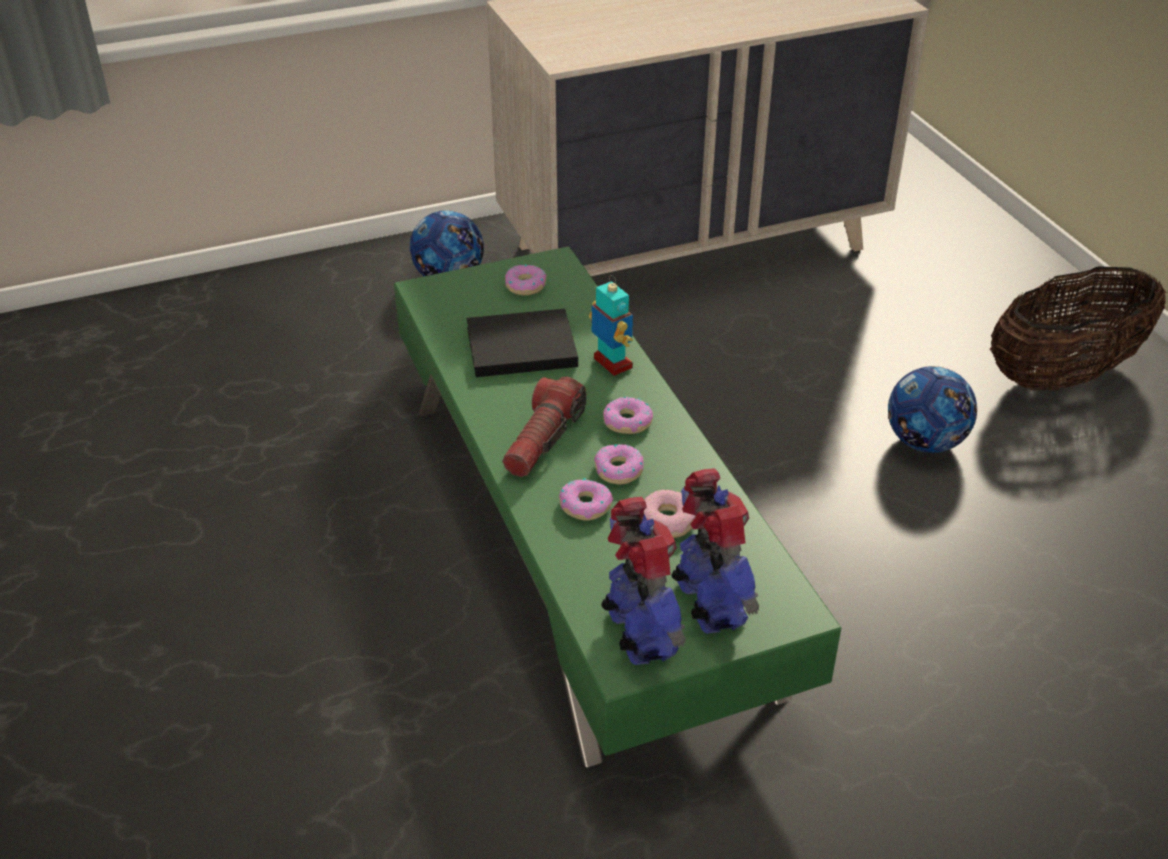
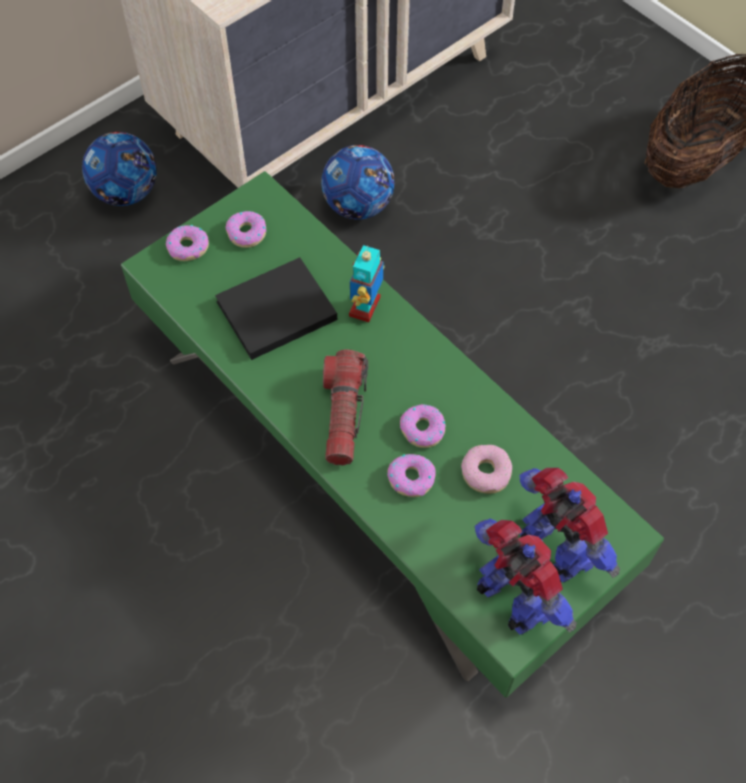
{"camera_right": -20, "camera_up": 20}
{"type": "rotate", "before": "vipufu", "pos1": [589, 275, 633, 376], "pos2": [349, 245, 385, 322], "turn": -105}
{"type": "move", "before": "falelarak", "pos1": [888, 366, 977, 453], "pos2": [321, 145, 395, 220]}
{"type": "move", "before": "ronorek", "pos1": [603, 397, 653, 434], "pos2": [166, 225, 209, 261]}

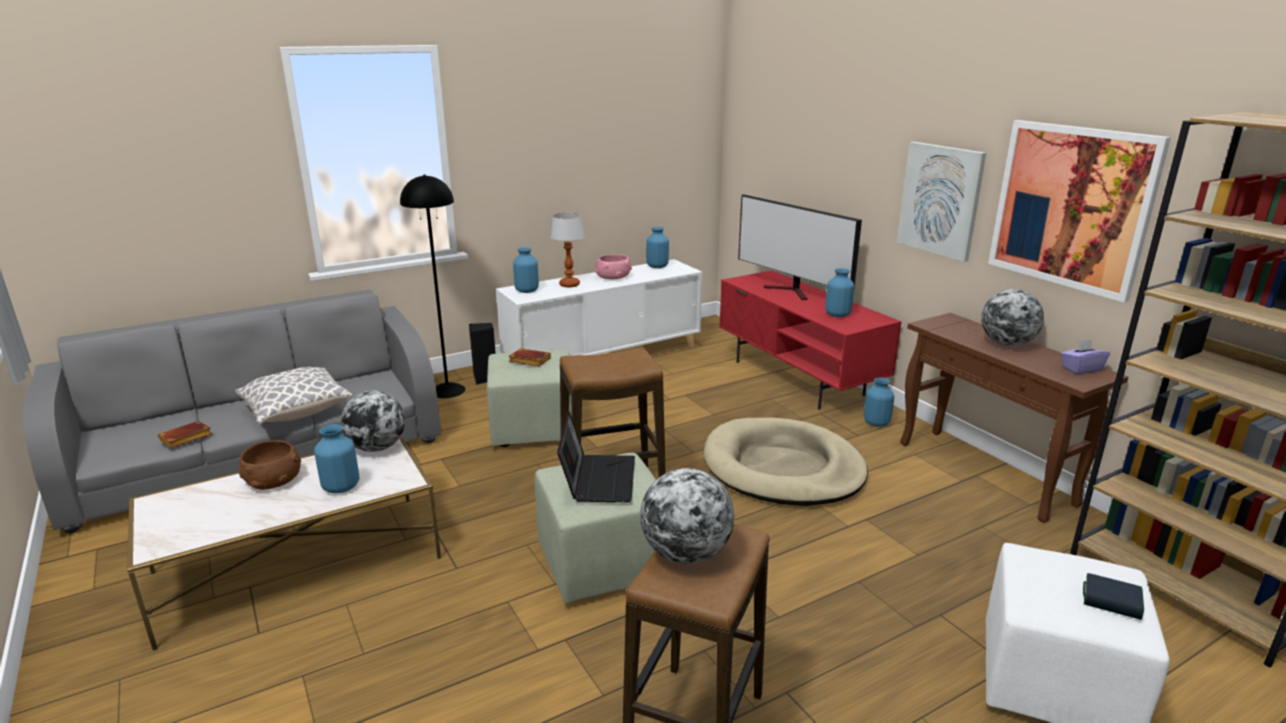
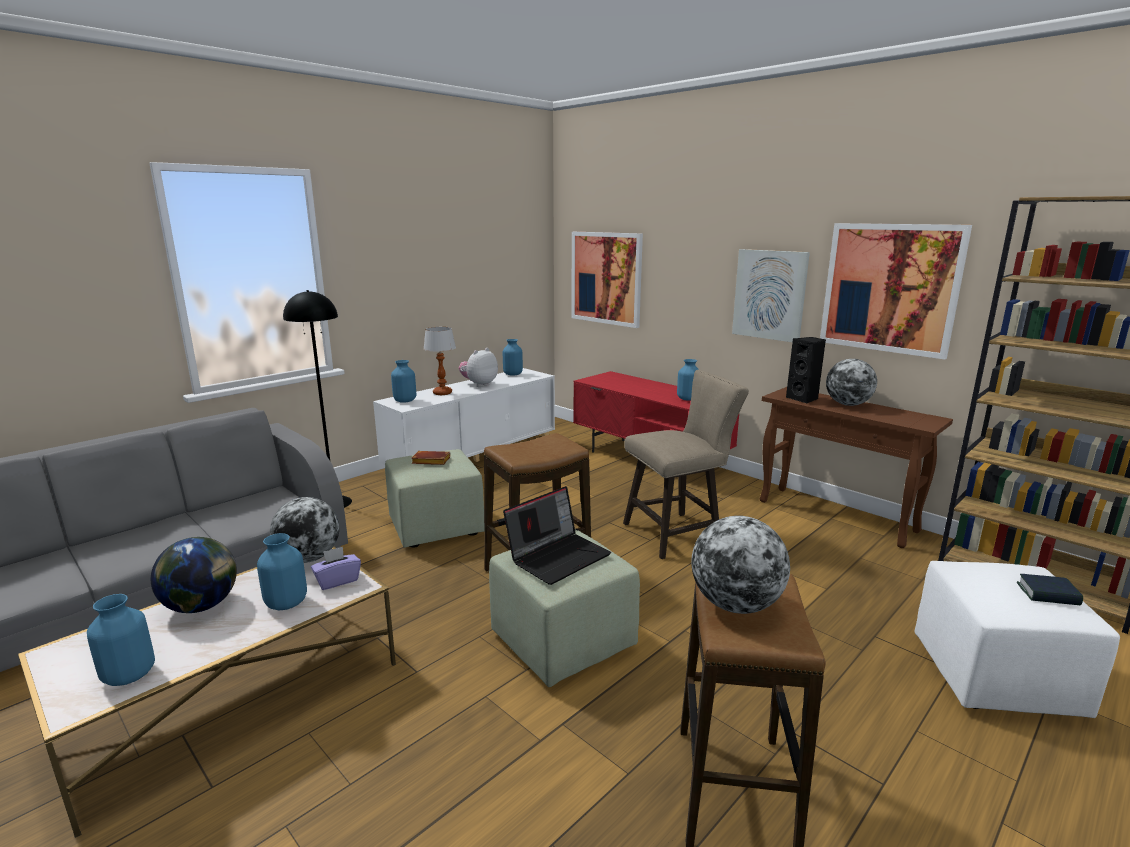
{"camera_right": -15, "camera_up": -5}
{"type": "delete", "before": "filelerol", "pos1": [738, 194, 862, 300]}
{"type": "replace", "before": "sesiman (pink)", "after": "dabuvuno", "pos1": [595, 254, 632, 279], "pos2": [459, 348, 498, 387]}
{"type": "move", "before": "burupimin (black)", "pos1": [469, 323, 496, 385], "pos2": [786, 337, 826, 403]}
{"type": "move", "before": "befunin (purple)", "pos1": [1061, 339, 1110, 374], "pos2": [311, 547, 361, 590]}
{"type": "delete", "before": "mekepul", "pos1": [235, 367, 353, 426]}
{"type": "move", "before": "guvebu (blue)", "pos1": [864, 377, 894, 427], "pos2": [87, 594, 155, 686]}
{"type": "rotate", "before": "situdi", "pos1": [557, 411, 635, 502], "pos2": [503, 486, 611, 585], "turn": 60}
{"type": "replace", "before": "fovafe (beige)", "after": "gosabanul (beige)", "pos1": [704, 417, 868, 506], "pos2": [623, 370, 749, 559]}
{"type": "delete", "before": "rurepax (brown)", "pos1": [158, 421, 212, 448]}
{"type": "replace", "before": "sesiman (brown)", "after": "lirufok", "pos1": [238, 440, 301, 490], "pos2": [151, 537, 237, 613]}
{"type": "insert", "after": "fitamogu", "pos2": [571, 232, 643, 328]}

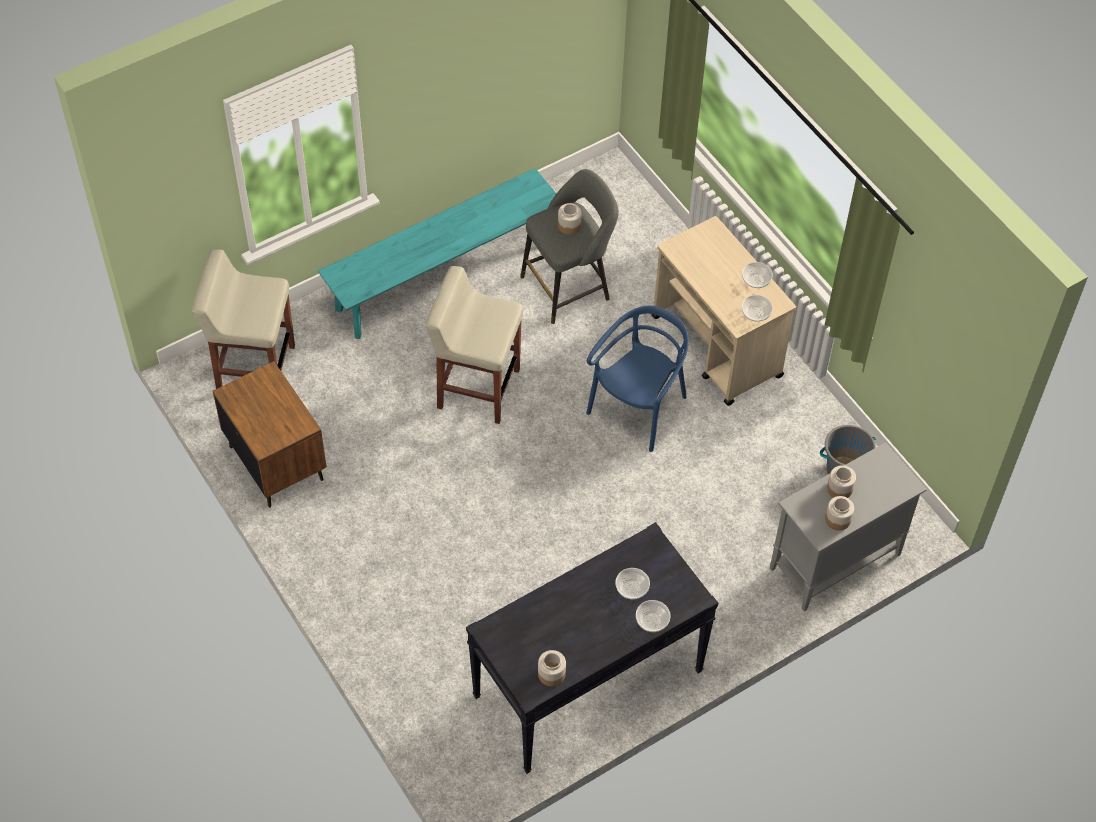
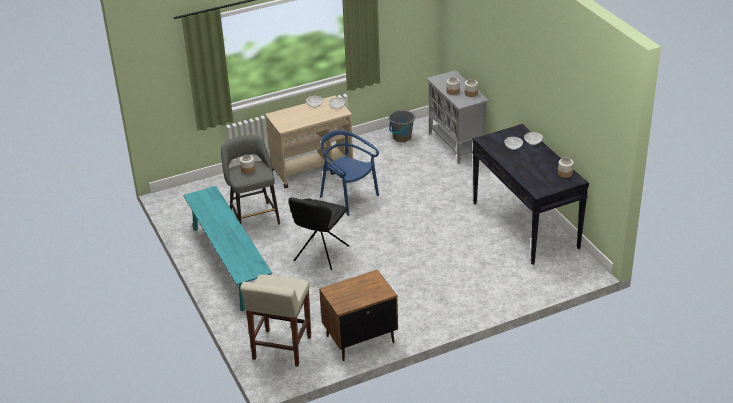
{"camera_right": -80, "camera_up": -20}
{"type": "replace", "before": "gosabanul (beige)", "after": "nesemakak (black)", "pos1": [425, 266, 523, 424], "pos2": [288, 197, 349, 270]}

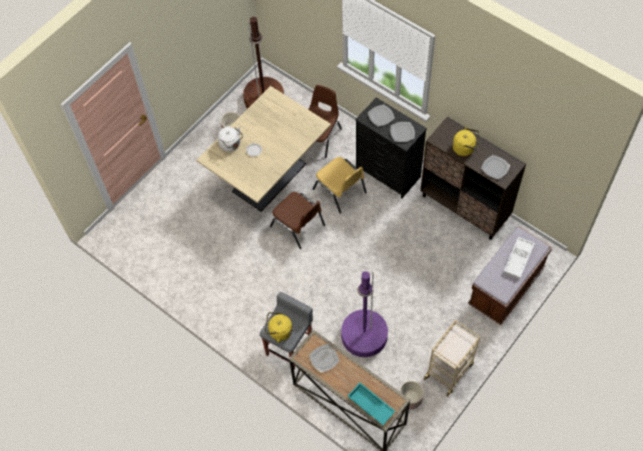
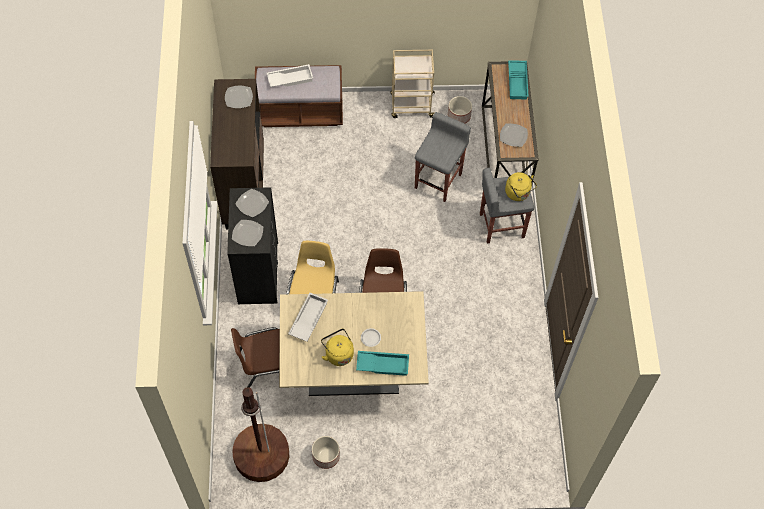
{"camera_right": -135, "camera_up": 0}
{"type": "replace", "before": "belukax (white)", "after": "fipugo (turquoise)", "pos1": [218, 127, 243, 152], "pos2": [356, 351, 409, 376]}
{"type": "move", "before": "belukax (yellow)", "pos1": [452, 127, 479, 156], "pos2": [321, 329, 354, 366]}
{"type": "replace", "before": "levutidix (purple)", "after": "gosabanul (grey)", "pos1": [341, 271, 388, 357], "pos2": [415, 112, 471, 202]}
{"type": "insert", "after": "fipugo (white)", "pos2": [288, 292, 328, 342]}

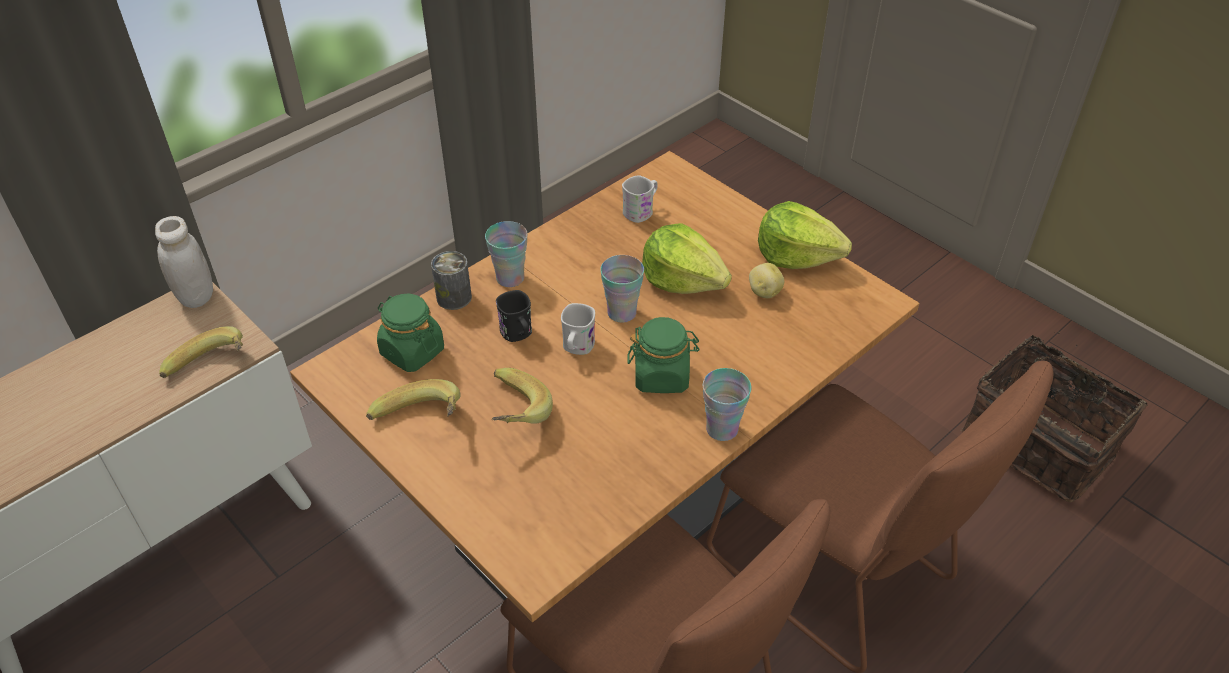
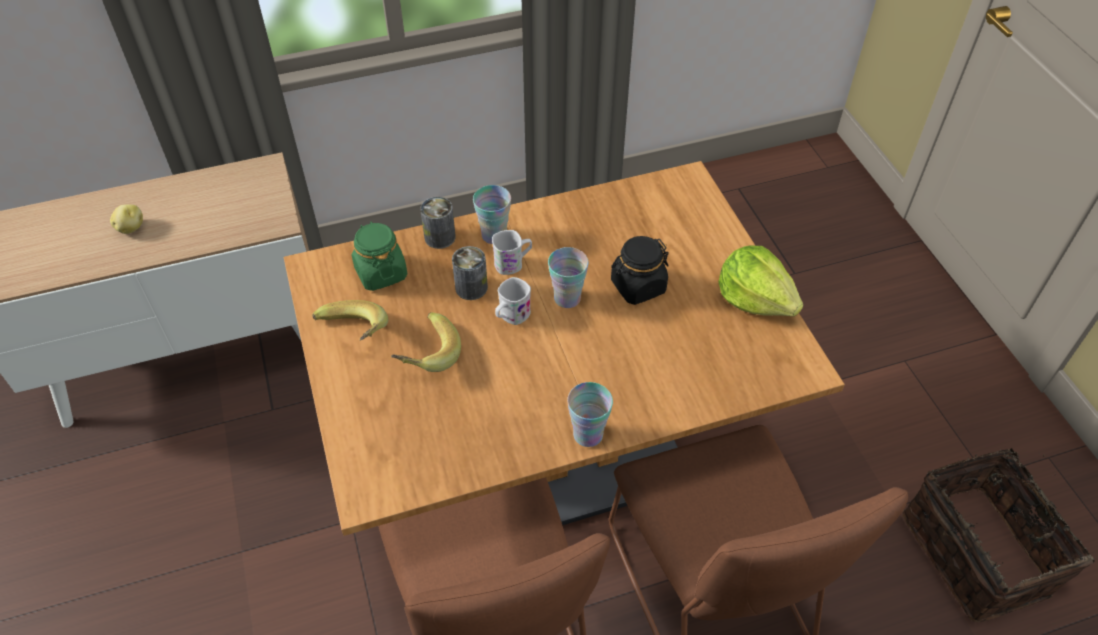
{"camera_right": 25, "camera_up": 5}
{"type": "move", "before": "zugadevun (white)", "pos1": [622, 175, 658, 223], "pos2": [492, 230, 532, 275]}
{"type": "delete", "before": "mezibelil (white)", "pos1": [155, 216, 213, 308]}
{"type": "replace", "before": "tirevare", "after": "mezibelil (black)", "pos1": [642, 223, 732, 294], "pos2": [611, 236, 669, 305]}
{"type": "move", "before": "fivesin", "pos1": [749, 263, 784, 298], "pos2": [110, 205, 143, 234]}
{"type": "replace", "before": "zugadevun (black)", "after": "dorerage", "pos1": [496, 290, 532, 342], "pos2": [452, 246, 488, 300]}
{"type": "delete", "before": "mezibelil (green)", "pos1": [628, 317, 700, 393]}
{"type": "delete", "before": "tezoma", "pos1": [159, 326, 243, 378]}

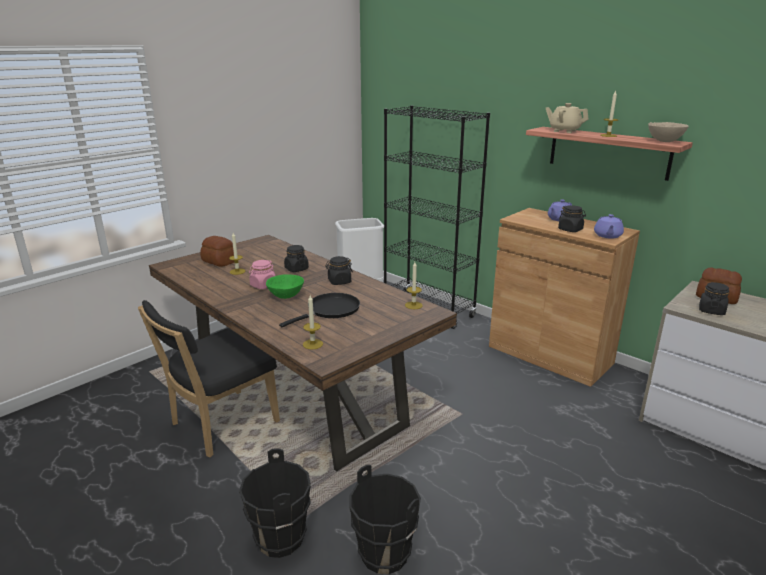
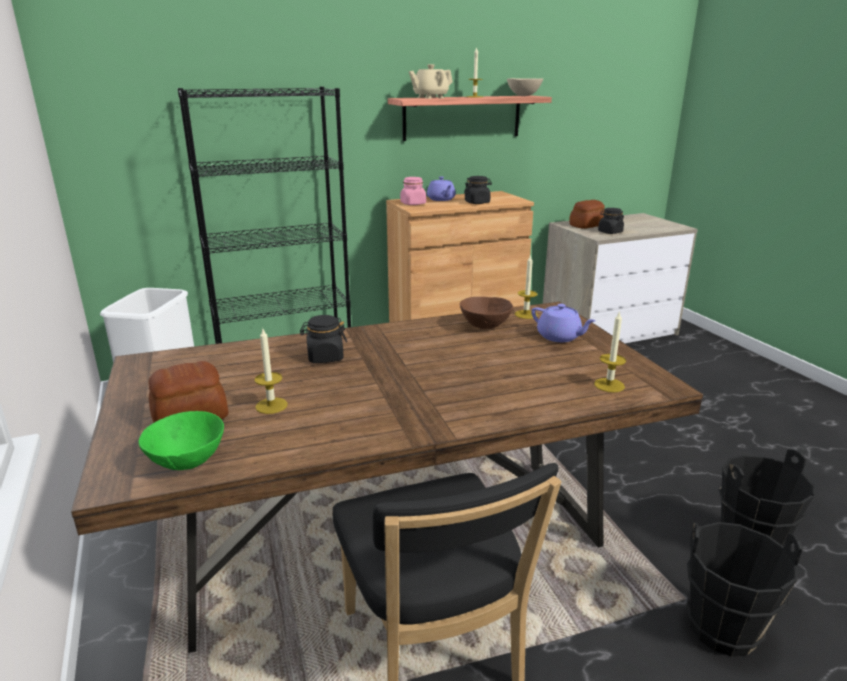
{"camera_right": -65, "camera_up": 0}
{"type": "move", "before": "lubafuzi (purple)", "pos1": [594, 214, 624, 239], "pos2": [531, 304, 596, 342]}
{"type": "delete", "before": "mezibelil (black)", "pos1": [325, 256, 353, 285]}
{"type": "move", "before": "mezibelil (pink)", "pos1": [249, 260, 275, 289], "pos2": [400, 177, 426, 205]}
{"type": "move", "before": "sesiman (green)", "pos1": [266, 274, 304, 299], "pos2": [138, 411, 224, 470]}
{"type": "delete", "before": "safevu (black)", "pos1": [279, 293, 360, 327]}
{"type": "insert", "after": "sesiman (brown)", "pos2": [460, 297, 513, 329]}

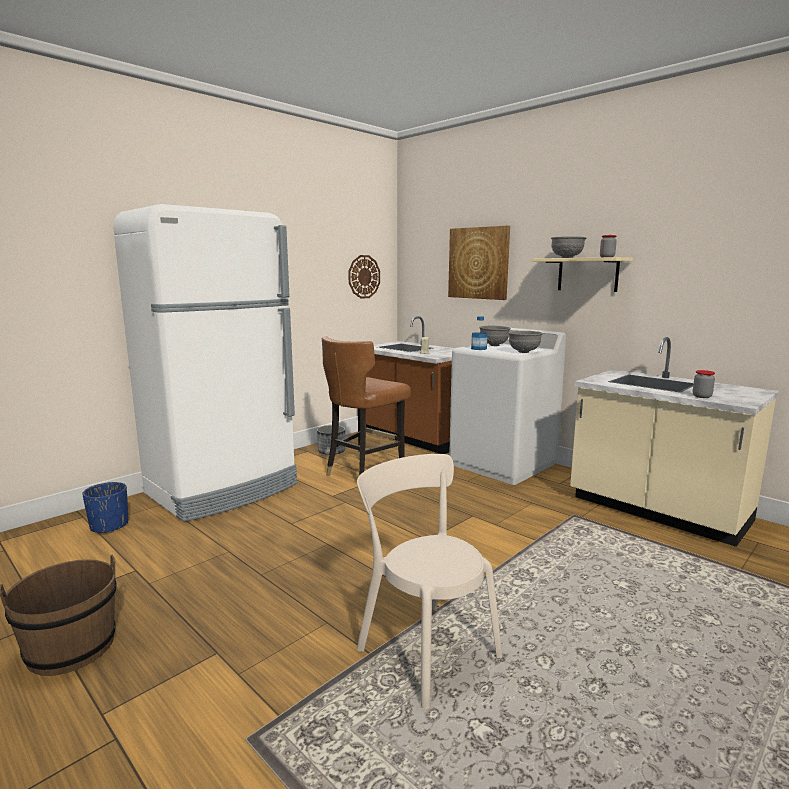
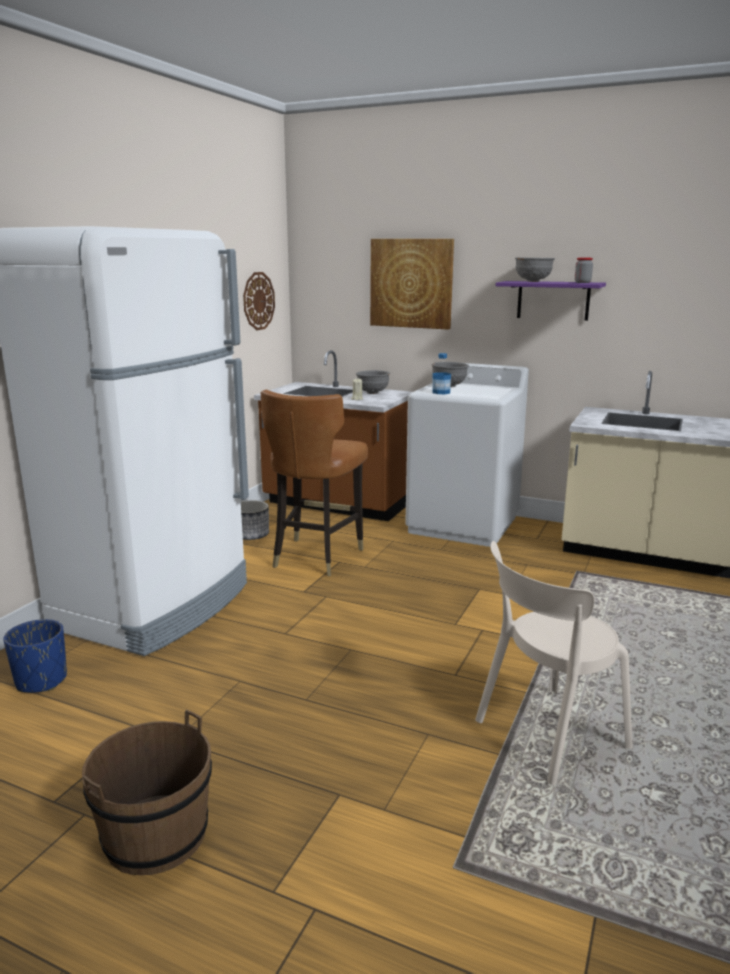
{"camera_right": -20, "camera_up": 5}
{"type": "recolor", "before": "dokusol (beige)", "after": "dokusol (purple)", "pos1": [531, 257, 633, 292], "pos2": [496, 281, 606, 321]}
{"type": "move", "before": "sesiman (grey)", "pos1": [508, 331, 543, 353], "pos2": [356, 370, 390, 394]}
{"type": "delete", "before": "mezibelil", "pos1": [693, 370, 715, 398]}
{"type": "rotate", "before": "nesemakak (beige)", "pos1": [357, 454, 503, 709], "pos2": [475, 541, 633, 785], "turn": -60}

